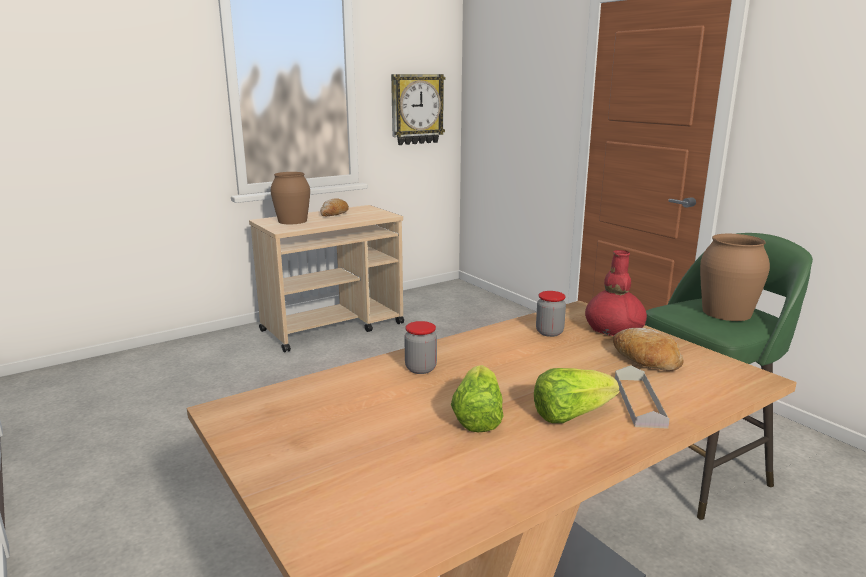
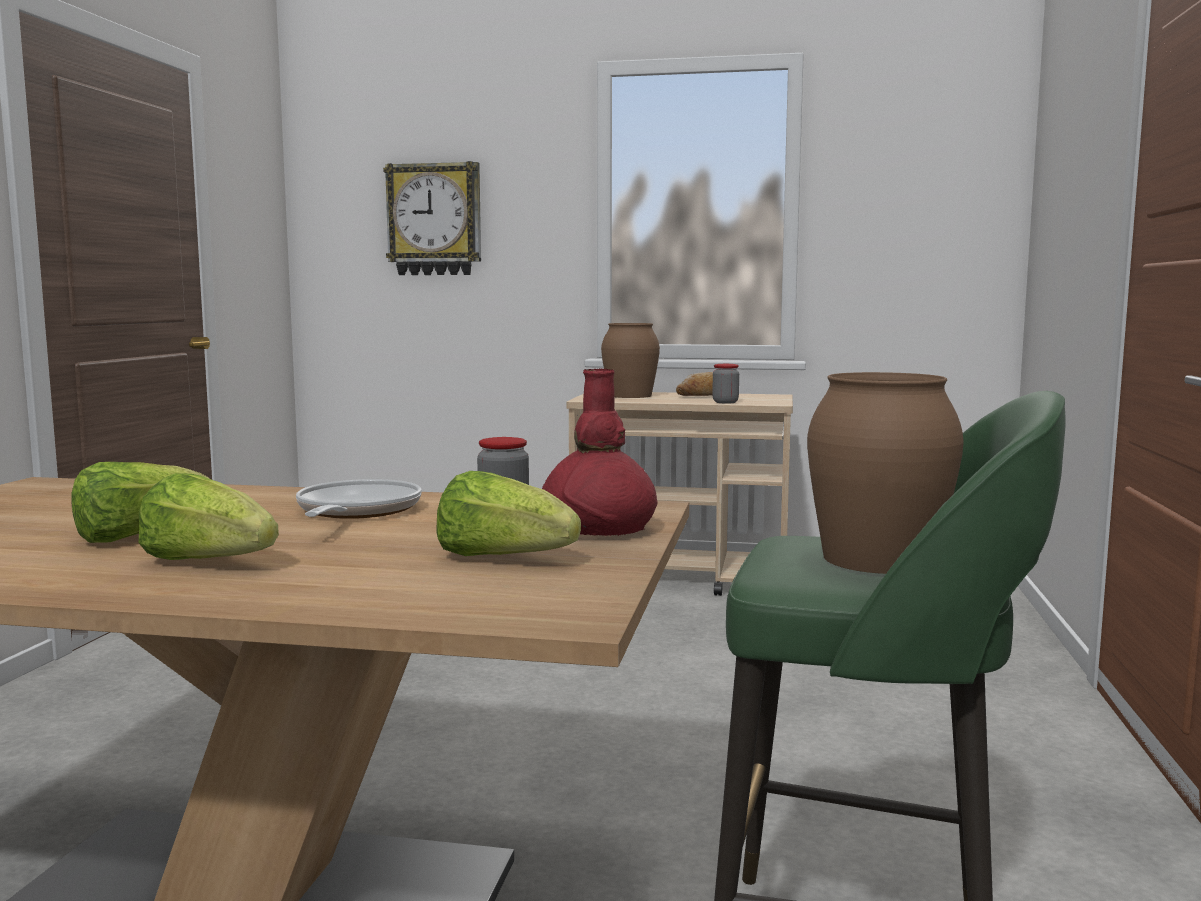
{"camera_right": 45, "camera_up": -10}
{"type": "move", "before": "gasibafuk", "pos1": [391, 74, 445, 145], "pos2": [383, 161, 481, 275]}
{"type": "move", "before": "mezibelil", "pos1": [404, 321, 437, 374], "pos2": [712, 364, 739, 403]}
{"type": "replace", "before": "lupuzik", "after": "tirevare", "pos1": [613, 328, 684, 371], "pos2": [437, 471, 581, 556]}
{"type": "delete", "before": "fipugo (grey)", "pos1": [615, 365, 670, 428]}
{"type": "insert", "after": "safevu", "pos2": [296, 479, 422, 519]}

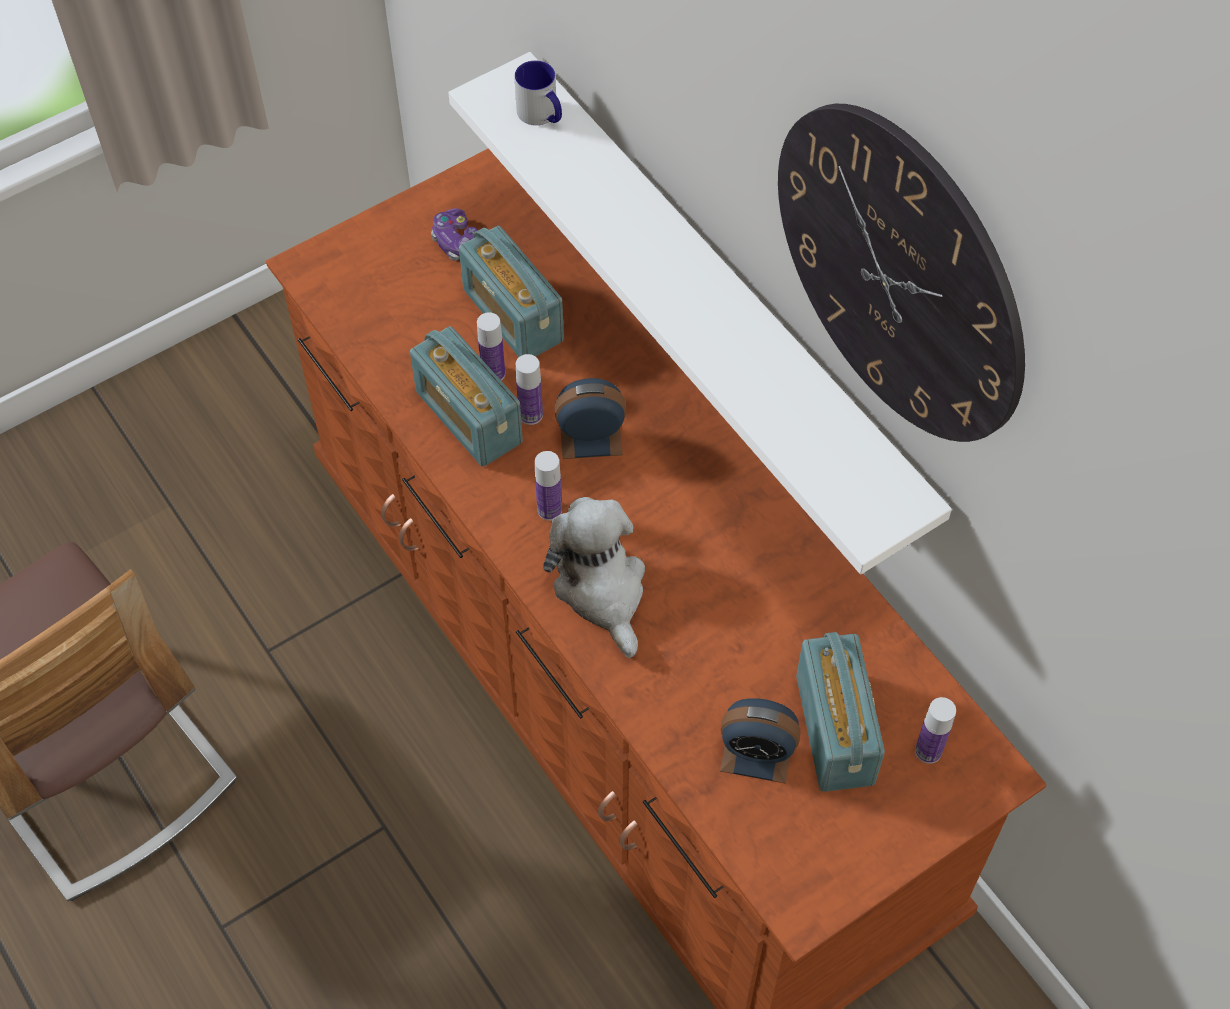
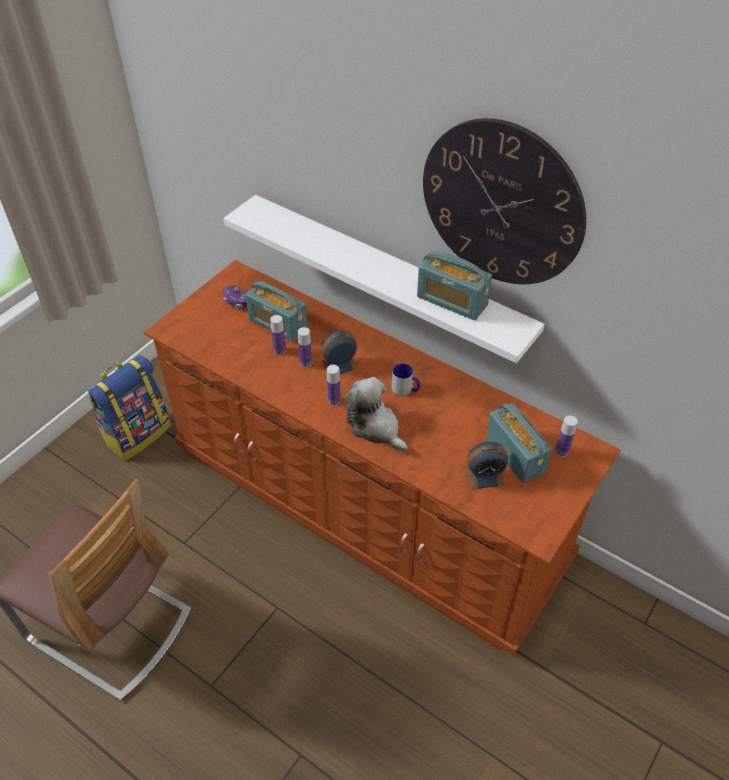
{"camera_right": -20, "camera_up": -10}
{"type": "move", "before": "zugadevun", "pos1": [514, 61, 562, 125], "pos2": [392, 363, 420, 396]}
{"type": "move", "before": "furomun", "pos1": [410, 326, 523, 467], "pos2": [417, 251, 492, 320]}
{"type": "insert", "after": "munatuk", "pos2": [88, 355, 171, 461]}

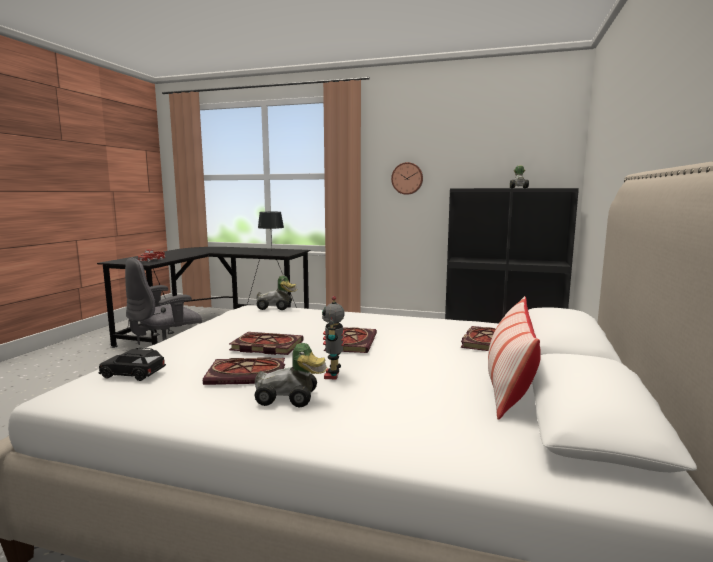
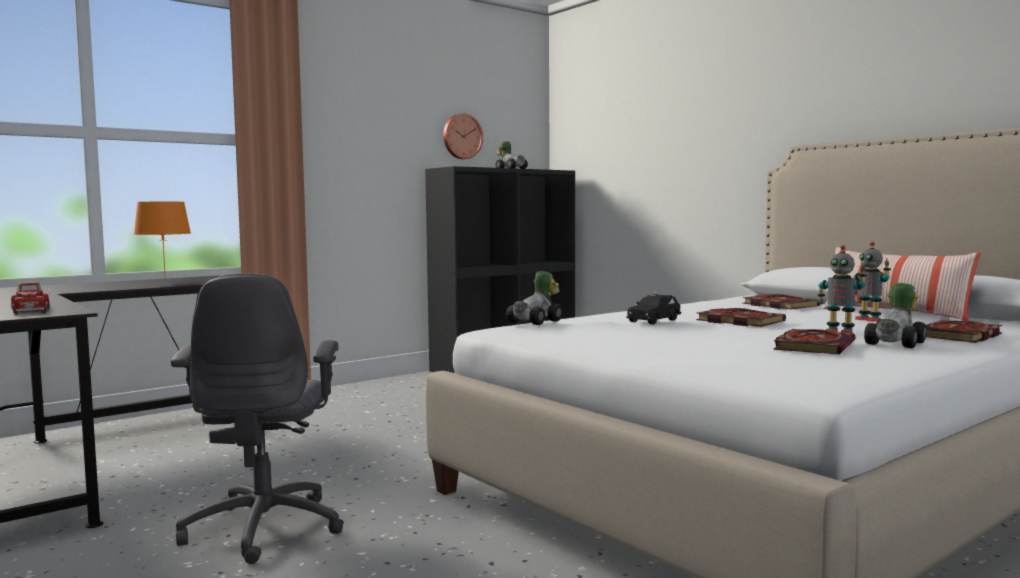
{"camera_right": -55, "camera_up": -5}
{"type": "move", "before": "gasibafuk", "pos1": [391, 162, 423, 195], "pos2": [443, 114, 483, 159]}
{"type": "recolor", "before": "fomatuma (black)", "after": "fomatuma (orange)", "pos1": [258, 212, 284, 249], "pos2": [134, 202, 191, 281]}
{"type": "move", "before": "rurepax", "pos1": [229, 332, 303, 355], "pos2": [926, 320, 1003, 343]}
{"type": "move", "before": "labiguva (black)", "pos1": [99, 348, 166, 381], "pos2": [627, 294, 681, 324]}
{"type": "insert", "after": "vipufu", "pos2": [853, 242, 891, 322]}

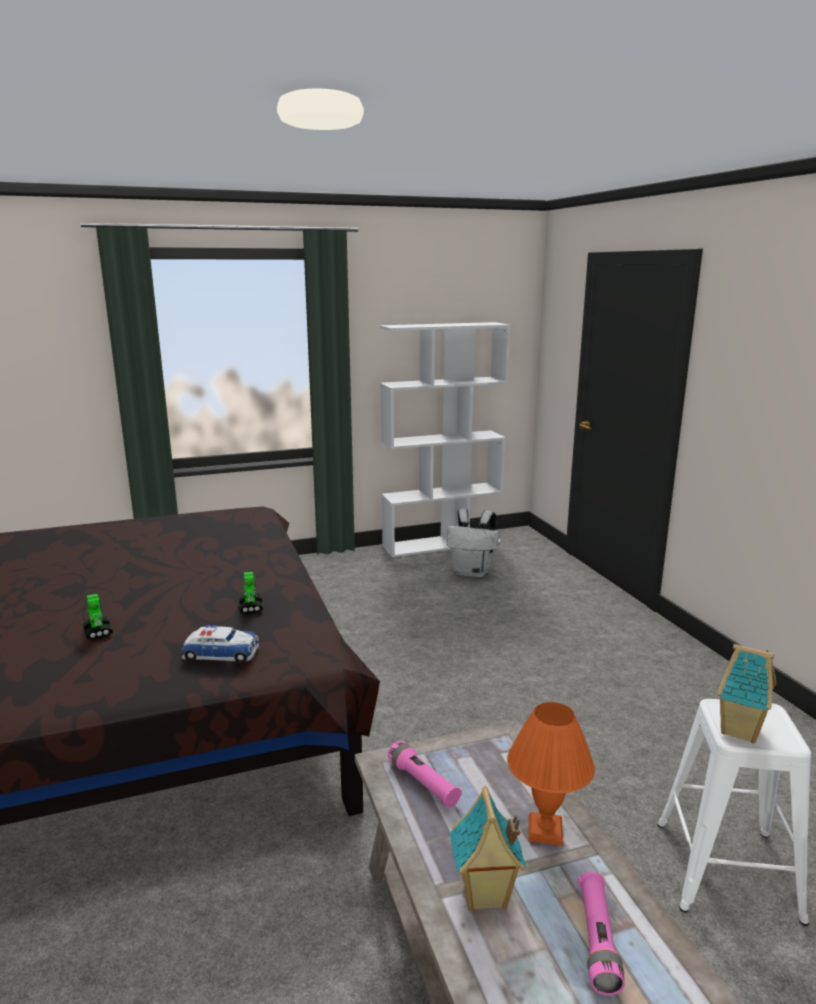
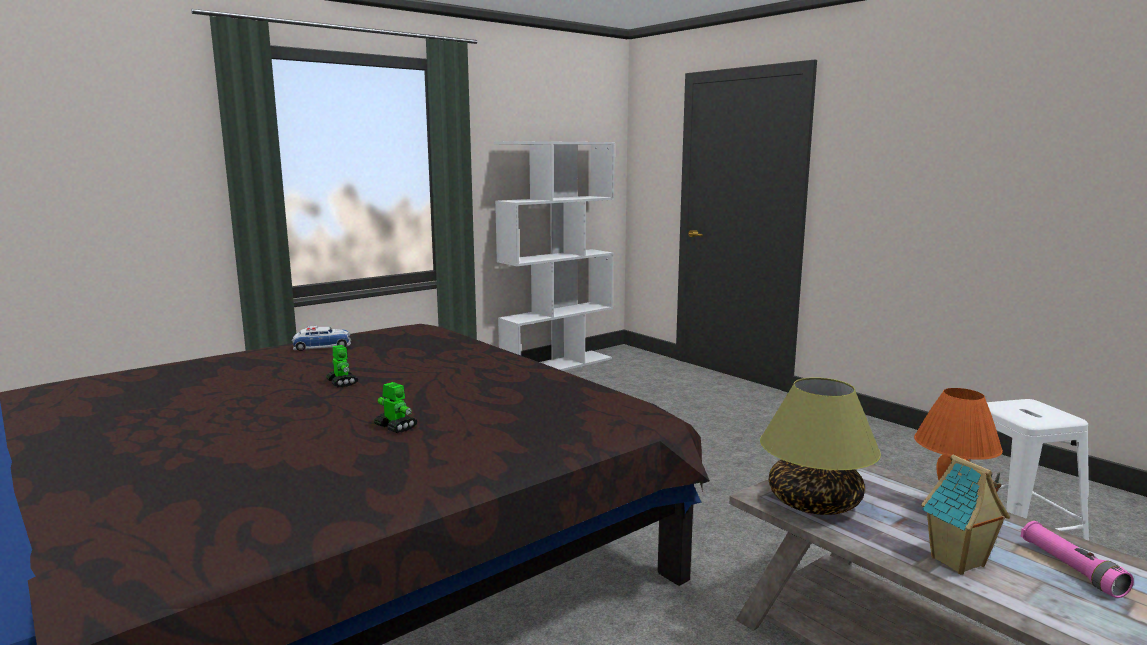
{"camera_right": -20, "camera_up": -5}
{"type": "delete", "before": "munatuk (white)", "pos1": [447, 509, 499, 578]}
{"type": "move", "before": "vipufu", "pos1": [239, 572, 263, 614], "pos2": [326, 345, 358, 387]}
{"type": "move", "before": "labiguva", "pos1": [182, 625, 259, 663], "pos2": [292, 326, 351, 351]}
{"type": "delete", "before": "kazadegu", "pos1": [717, 644, 776, 744]}
{"type": "replace", "before": "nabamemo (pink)", "after": "fomatuma", "pos1": [388, 741, 462, 808], "pos2": [760, 377, 881, 515]}

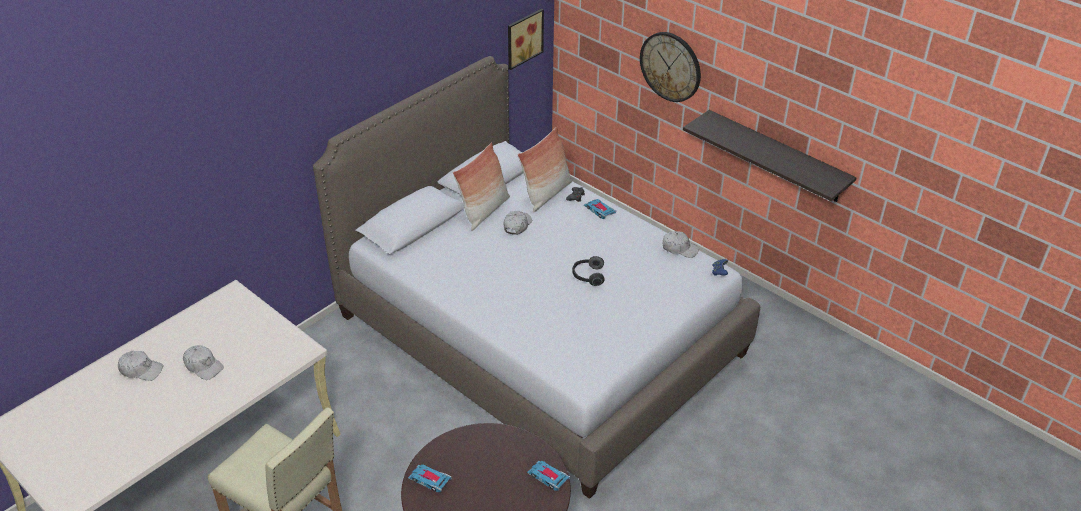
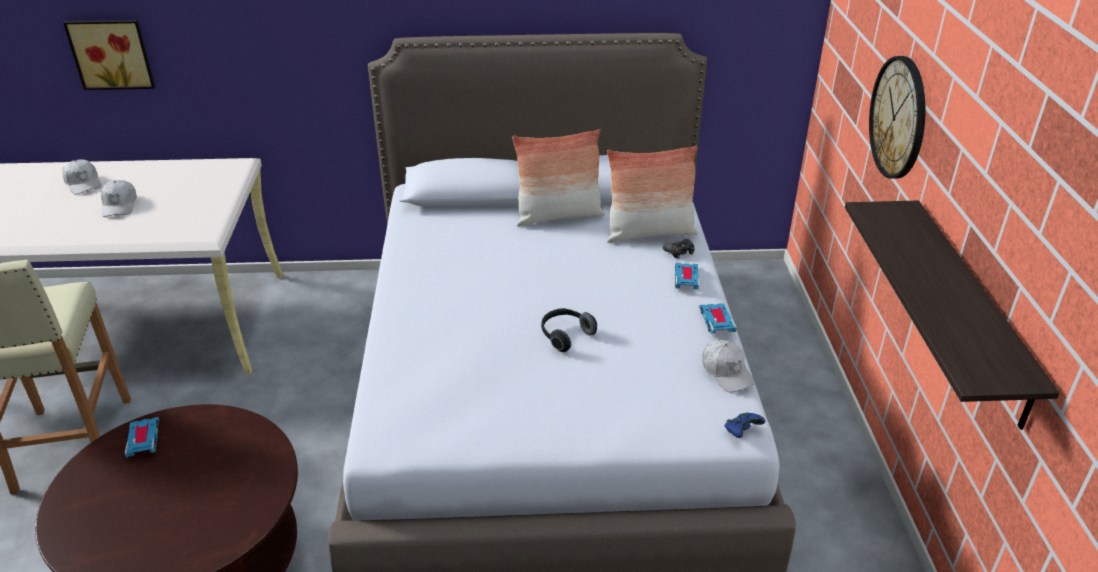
{"camera_right": 45, "camera_up": -5}
{"type": "move", "before": "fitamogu", "pos1": [508, 9, 544, 70], "pos2": [63, 20, 155, 90]}
{"type": "delete", "before": "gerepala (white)", "pos1": [503, 211, 532, 235]}
{"type": "move", "before": "labiguva", "pos1": [527, 461, 570, 491], "pos2": [699, 303, 737, 334]}

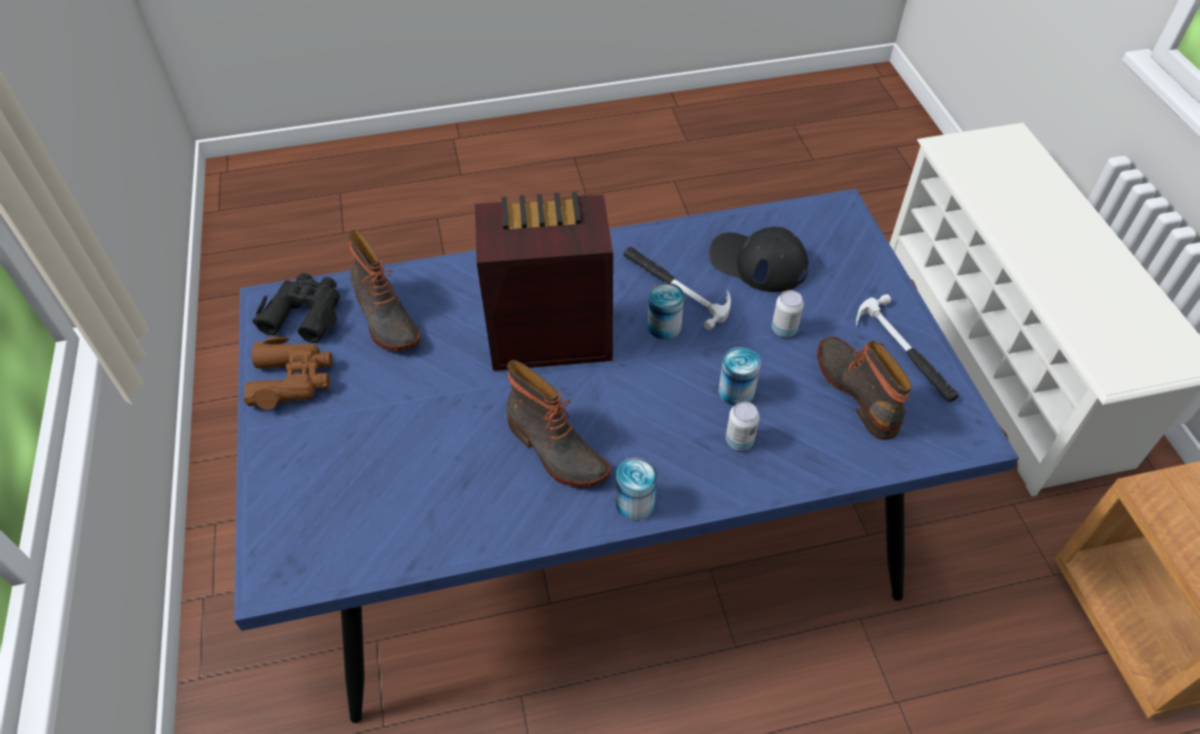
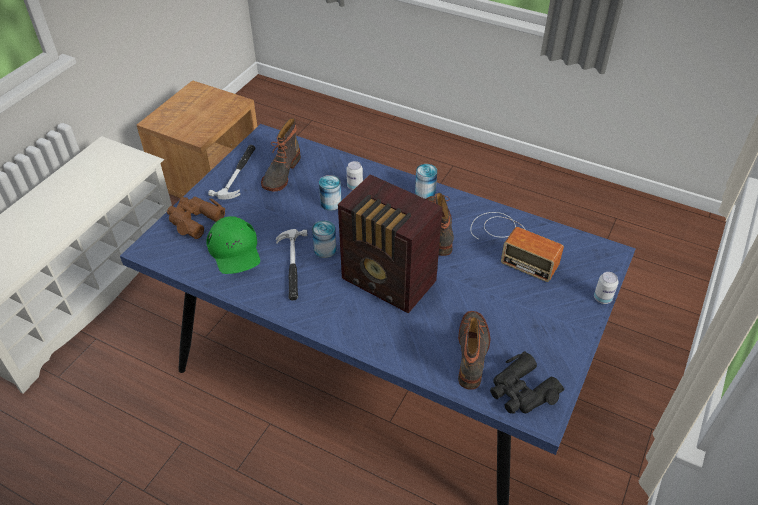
{"camera_right": -140, "camera_up": -5}
{"type": "recolor", "before": "gerepala (black)", "after": "gerepala (green)", "pos1": [709, 227, 808, 292], "pos2": [206, 216, 260, 274]}
{"type": "move", "before": "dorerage", "pos1": [772, 290, 804, 337], "pos2": [594, 272, 619, 304]}
{"type": "move", "before": "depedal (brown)", "pos1": [244, 336, 332, 410], "pos2": [167, 196, 225, 239]}
{"type": "insert", "after": "furomun", "pos2": [470, 212, 564, 282]}

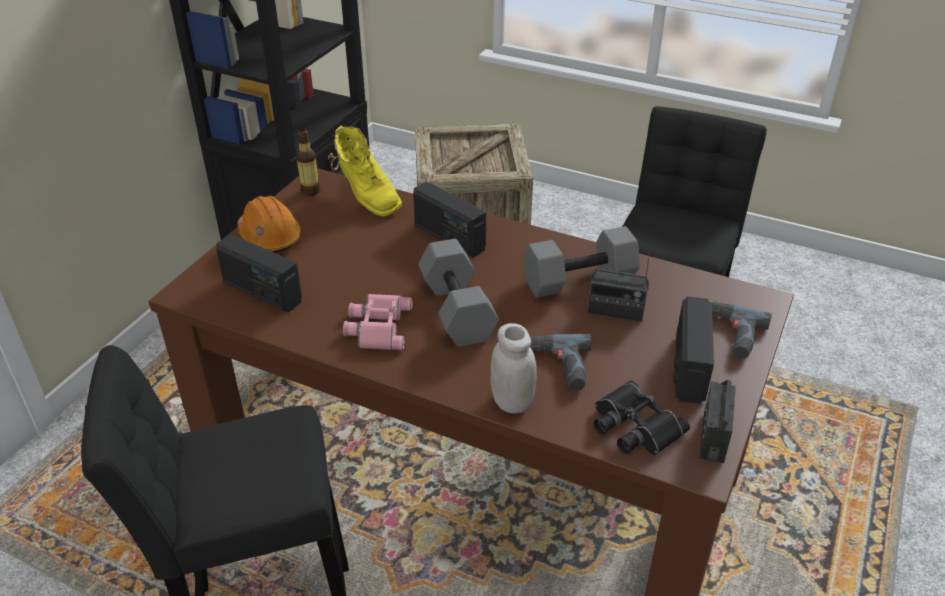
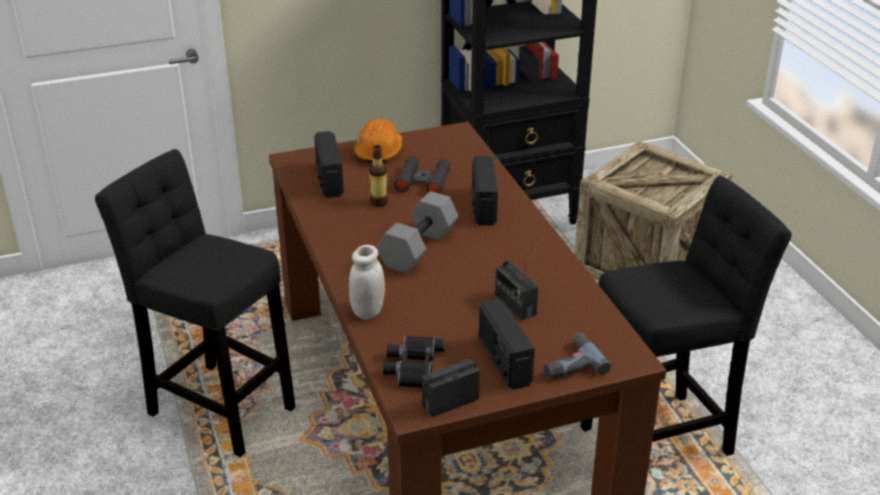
{"camera_right": 45, "camera_up": -5}
{"type": "delete", "before": "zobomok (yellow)", "pos1": [334, 125, 402, 217]}
{"type": "move", "before": "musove", "pos1": [296, 128, 320, 196], "pos2": [369, 145, 388, 207]}
{"type": "delete", "before": "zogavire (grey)", "pos1": [523, 226, 640, 298]}
{"type": "delete", "before": "depedal (pink)", "pos1": [343, 294, 413, 350]}
{"type": "rotate", "before": "furomun", "pos1": [674, 296, 714, 404], "pos2": [479, 298, 535, 390], "turn": -75}
{"type": "delete", "before": "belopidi", "pos1": [530, 334, 591, 391]}
{"type": "insert", "after": "depedal (black)", "pos2": [394, 156, 450, 194]}

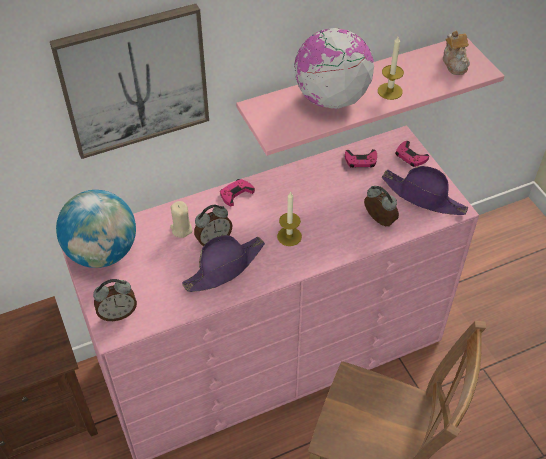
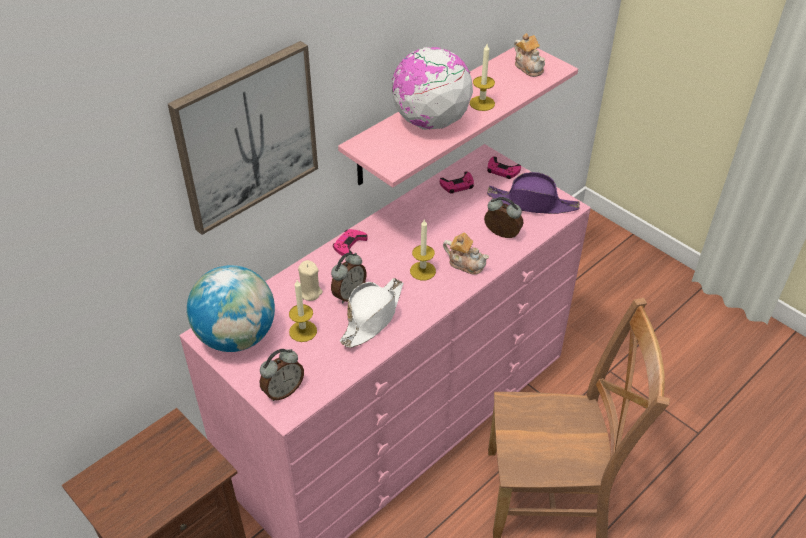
{"camera_right": -20, "camera_up": -5}
{"type": "recolor", "before": "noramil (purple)", "after": "noramil (white)", "pos1": [182, 235, 265, 292], "pos2": [340, 278, 403, 348]}
{"type": "insert", "after": "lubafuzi", "pos2": [443, 233, 489, 275]}
{"type": "insert", "after": "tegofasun", "pos2": [289, 280, 317, 342]}

